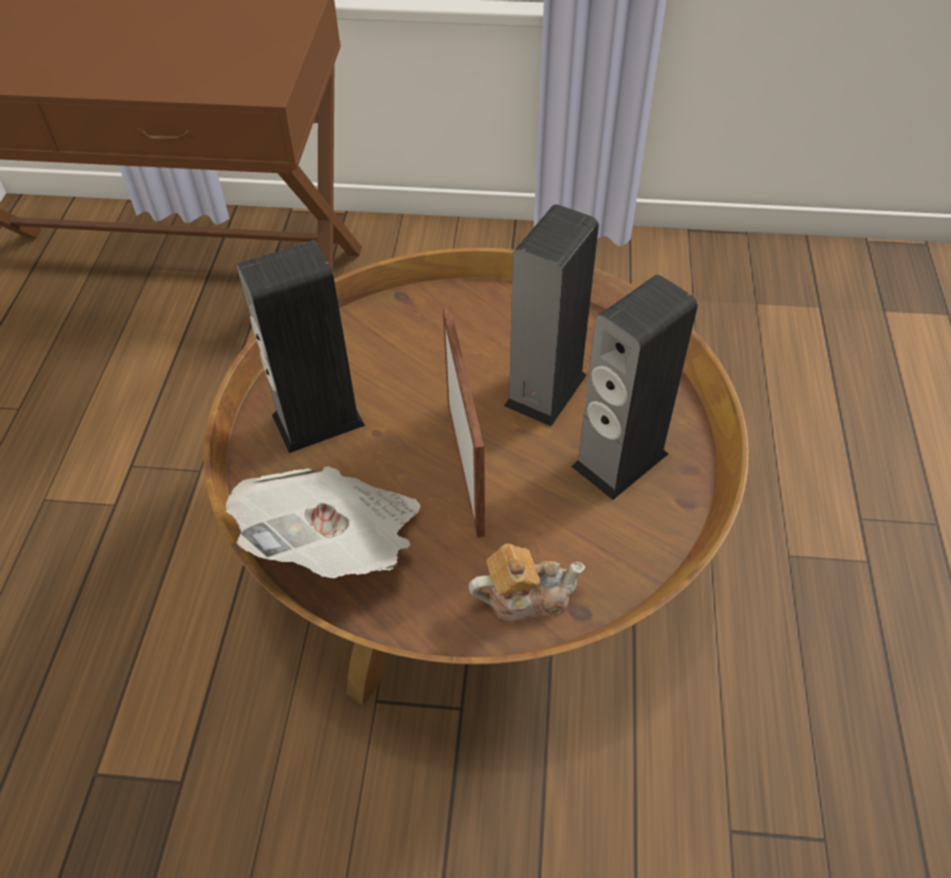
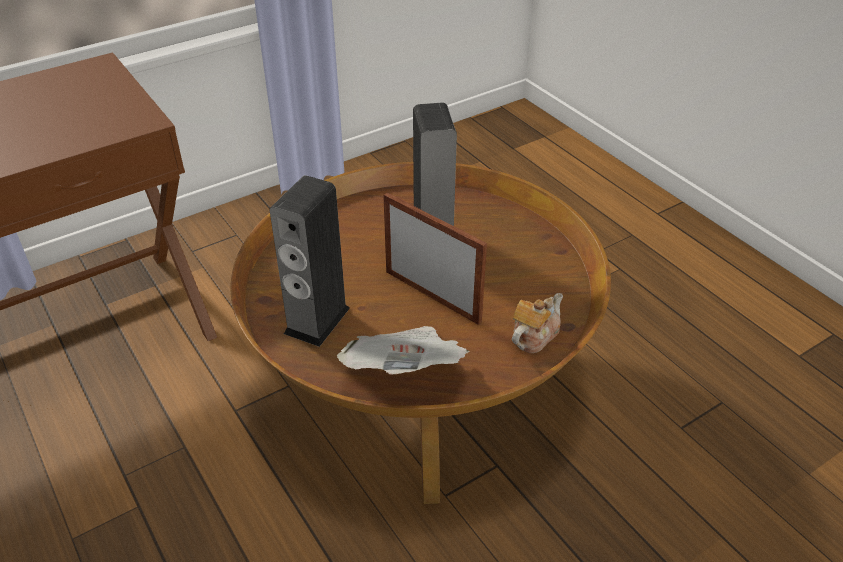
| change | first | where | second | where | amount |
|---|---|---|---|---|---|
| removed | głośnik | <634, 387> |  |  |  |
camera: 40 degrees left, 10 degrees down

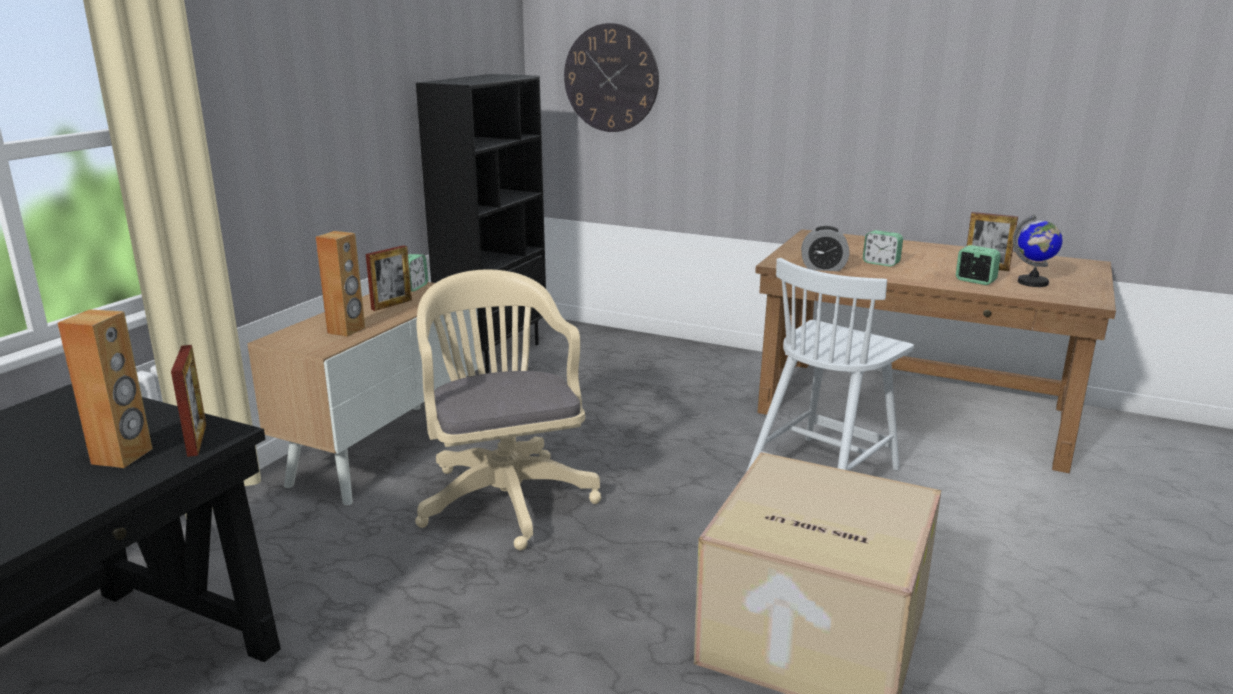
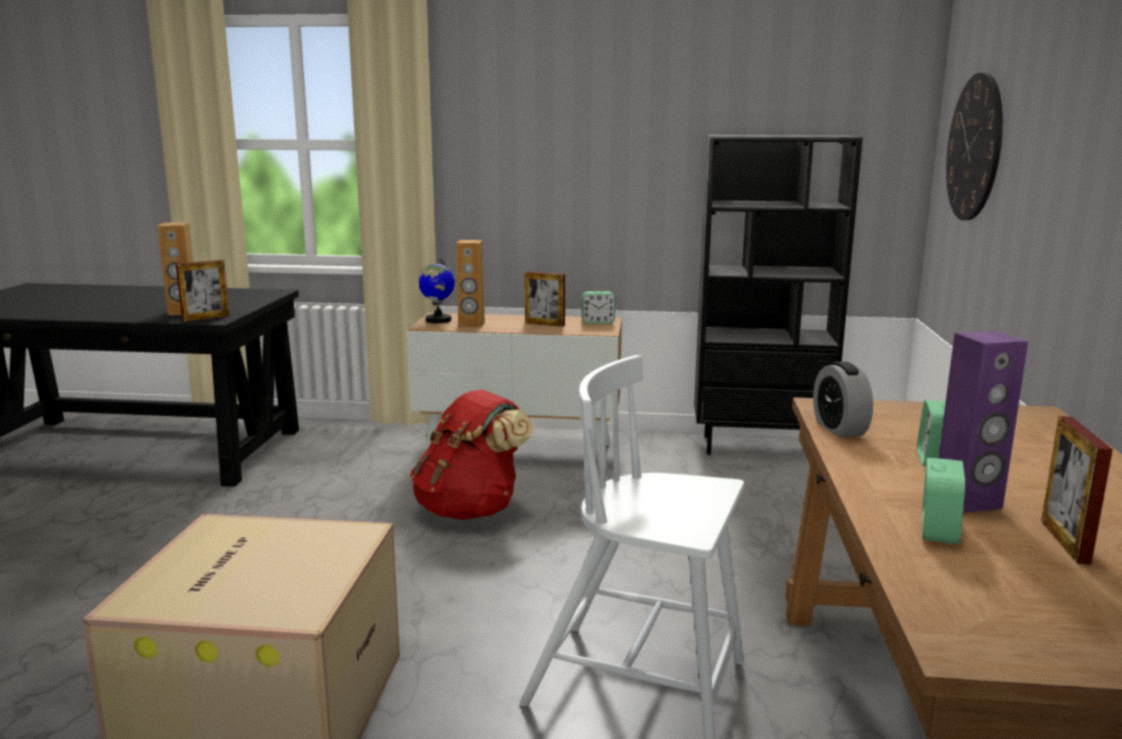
| change | first | where | second | where | amount |
|---|---|---|---|---|---|
| moved | globus | <1038, 250> |  | <436, 290> |  |
| replaced | krzesło biurowe (beżowy) | <508, 409> | plecak (czerwony) | <472, 454> |  |
| added |  |  | głośnik (fioletowy) | <983, 422> |  |
camera: 70 degrees right, 5 degrees down

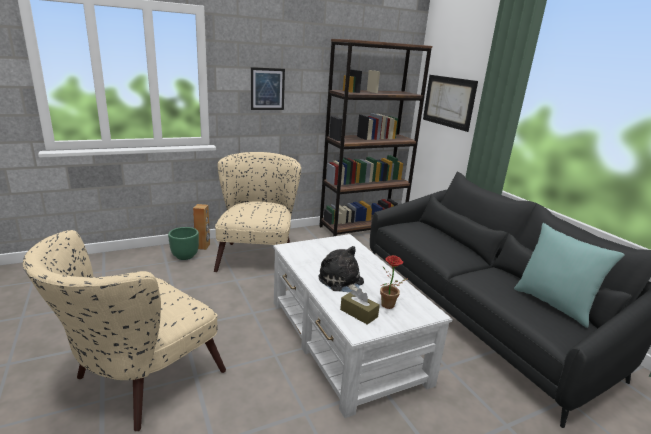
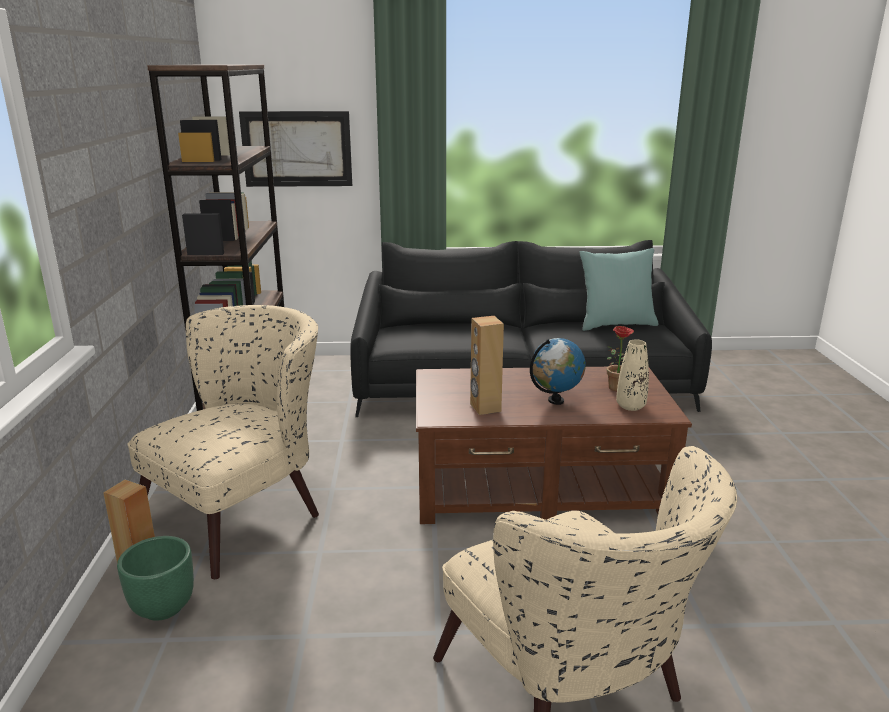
| change | first | where | second | where | amount |
|---|---|---|---|---|---|
| removed | obraz | <268, 88> |  |  |  |
| turned | fotel (beżowy) | <257, 212> |  | <223, 442> | 105 degrees clockwise |
| recoloured | ława (biały) | <363, 326> | ława (brązowy) | <554, 445> |  |
| replaced | pluszak | <341, 269> | globus | <558, 371> |  |
| replaced | pudełko chusteczek (brązowy) | <360, 306> | wazon (beżowy) | <632, 375> |  |
| added |  |  | głośnik (brązowy) | <487, 365> |  |
camera: 65 degrees left, 0 degrees up

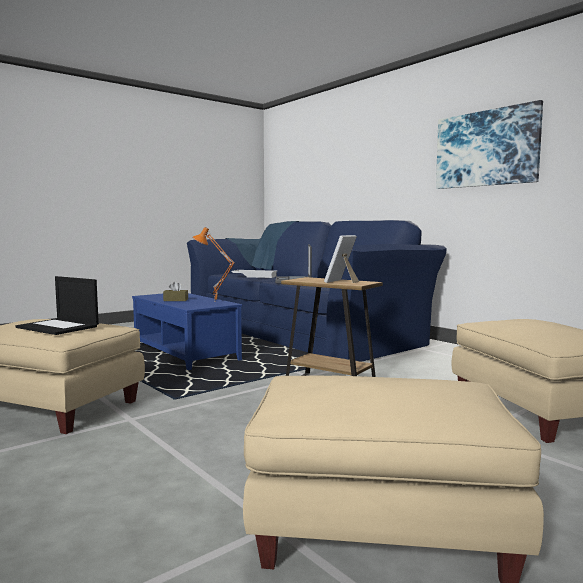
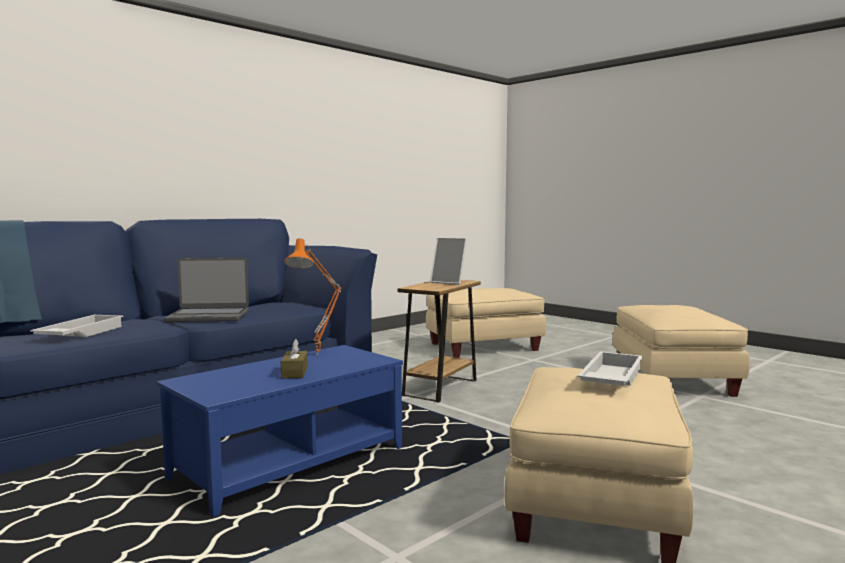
| change | first | where | second | where | amount |
|---|---|---|---|---|---|
| removed | obraz | <489, 144> |  |  |  |
| replaced | laptop | <57, 305> | taca (biały) | <610, 368> |  |
camera: 95 degrees left, 0 degrees up

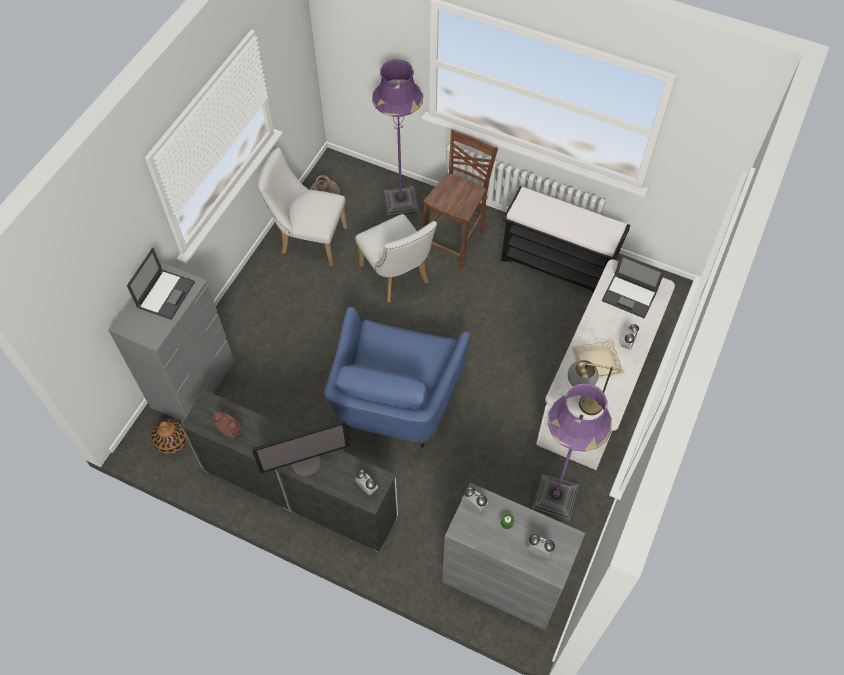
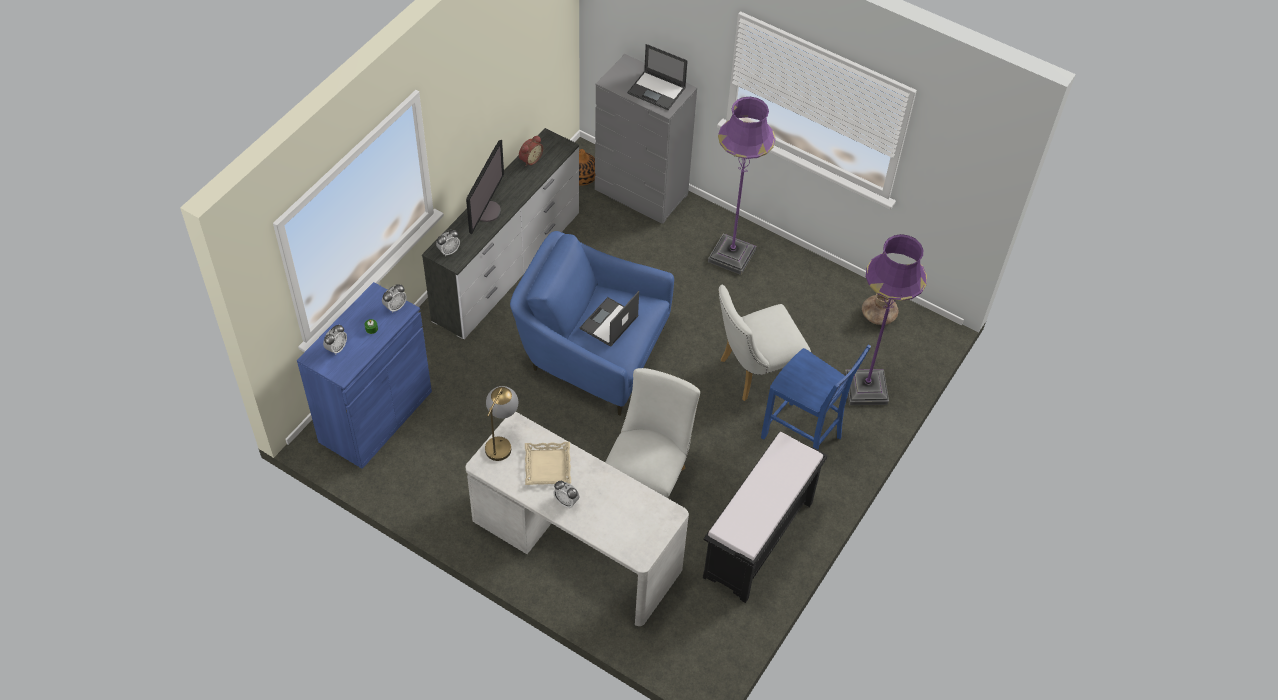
| change | first | where | second | where | amount |
|---|---|---|---|---|---|
| recoloured | krzesło (brązowy) | <460, 199> | krzesło (niebieski) | <816, 397> |  |
| moved | krzesło (biały) | <302, 206> |  | <652, 433> |  |
| moved | laptop | <633, 286> |  | <609, 319> |  |
| moved | lampa stojąca (fioletowy) | <572, 452> |  | <742, 186> |  |
| turned | monitor | <301, 449> |  | <485, 187> | 150 degrees counterclockwise |
| recoloured | szafka (szary) | <513, 556> | szafka (niebieski) | <364, 375> |  |
camera: 95 degrees right, 5 degrees down

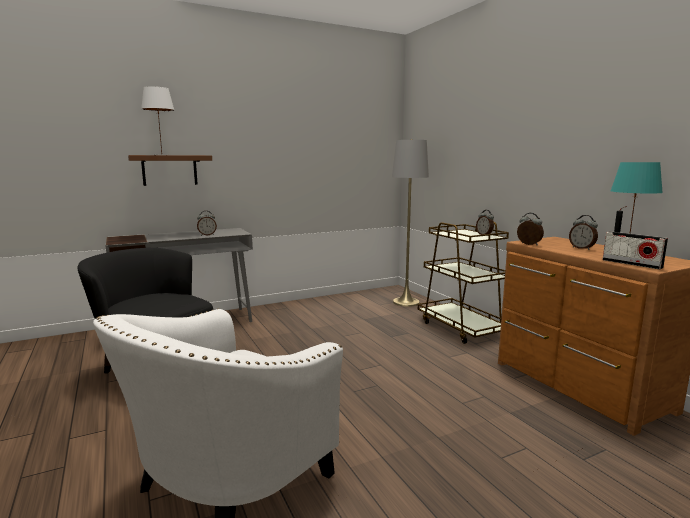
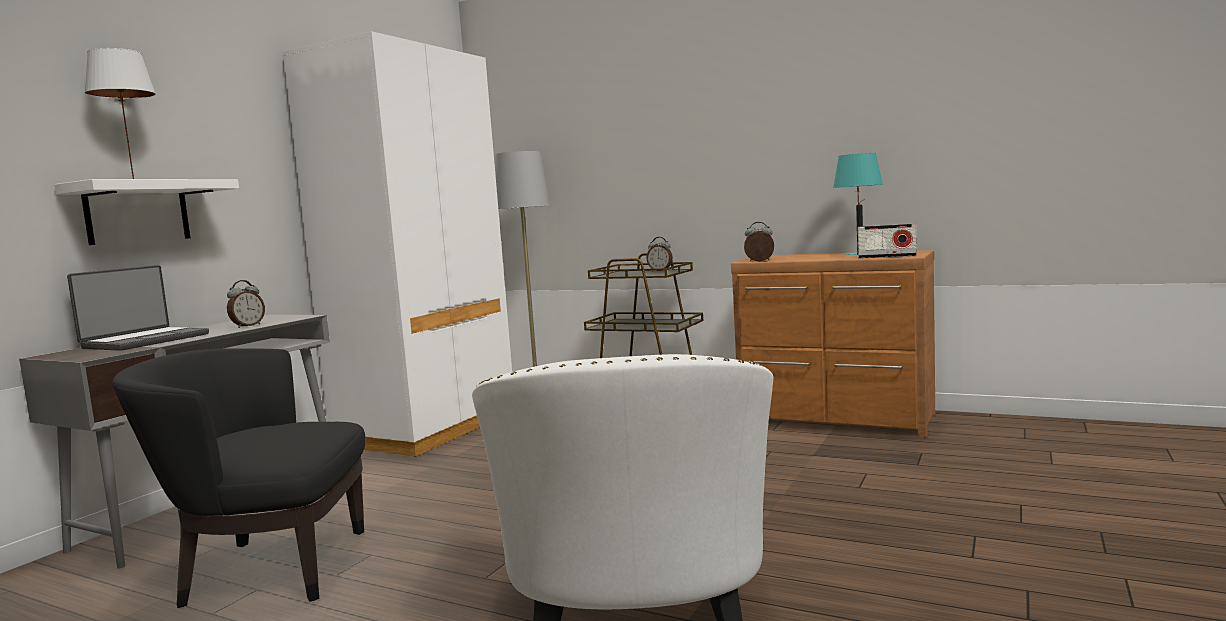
| change | first | where | second | where | amount |
|---|---|---|---|---|---|
| recoloured | półka (brązowy) | <170, 170> | półka (biały) | <146, 212> |  |
| removed | budzik | <583, 232> |  |  |  |
| added |  |  | szafa (biały) | <397, 244> |  |
| added |  |  | laptop | <138, 308> |  |
camera: 35 degrees left, 5 degrees down

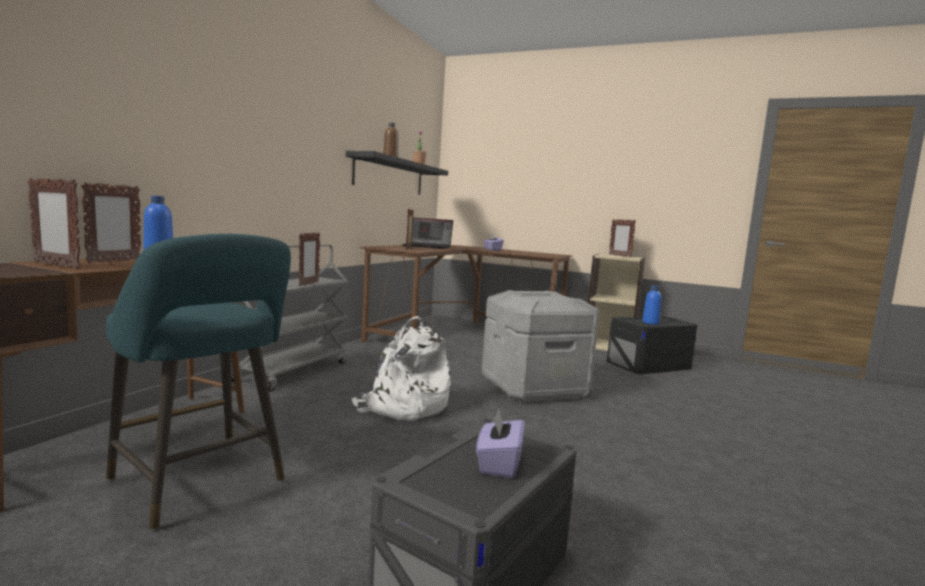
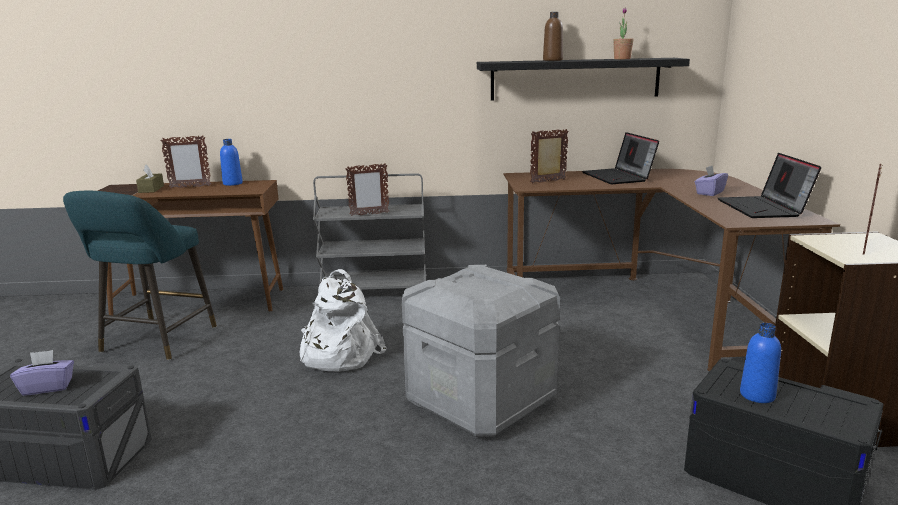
| change | first | where | second | where | amount |
|---|---|---|---|---|---|
| replaced | ramka na zdjęcie | <54, 223> | pudełko chusteczek (brązowy) | <150, 179> |  |
| added |  |  | laptop | <769, 185> |  |
camera: 65 degrees right, 10 degrees up

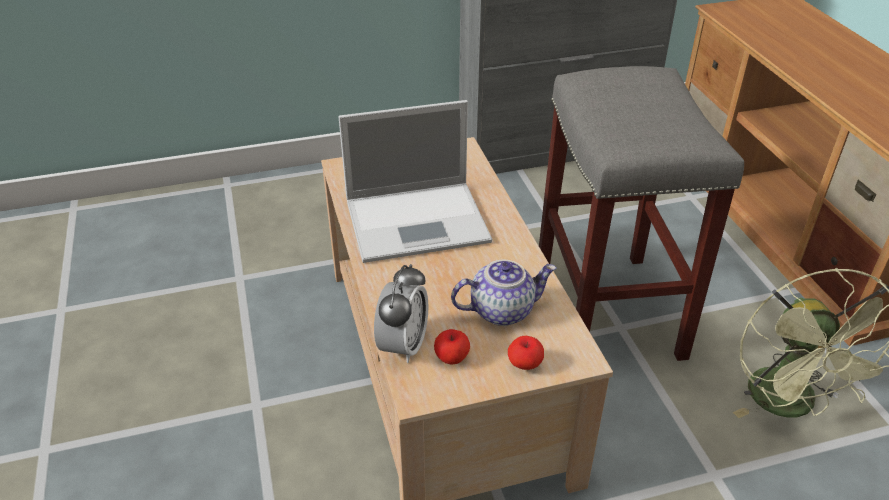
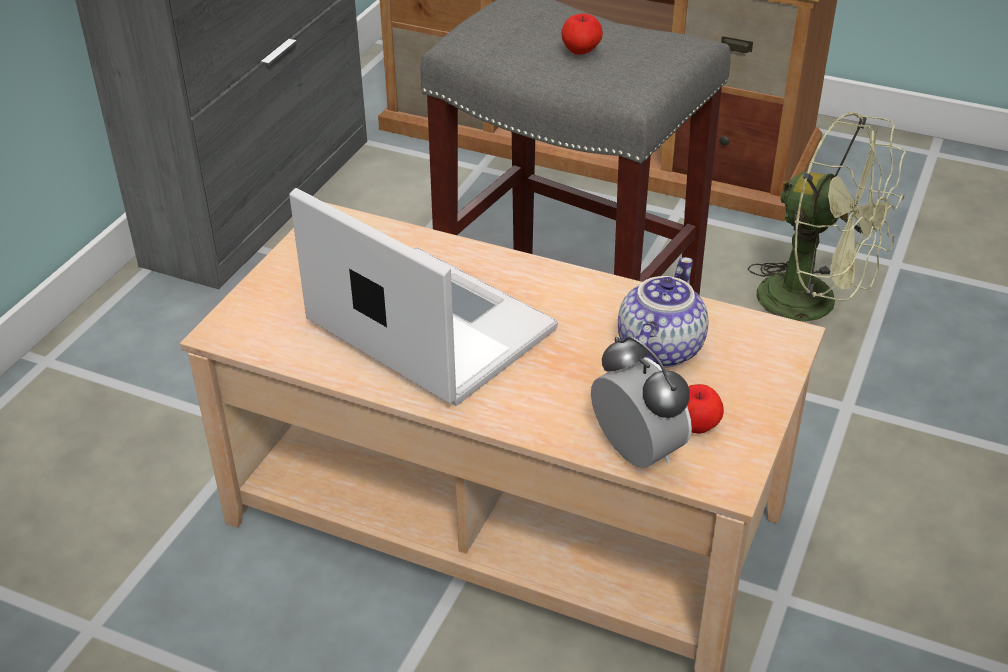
| change | first | where | second | where | amount |
|---|---|---|---|---|---|
| turned | laptop | <415, 181> |  | <423, 297> | 75 degrees counterclockwise |
| moved | jabłko | <526, 353> |  | <582, 34> |  |
camera: 50 degrees left, 0 degrees up

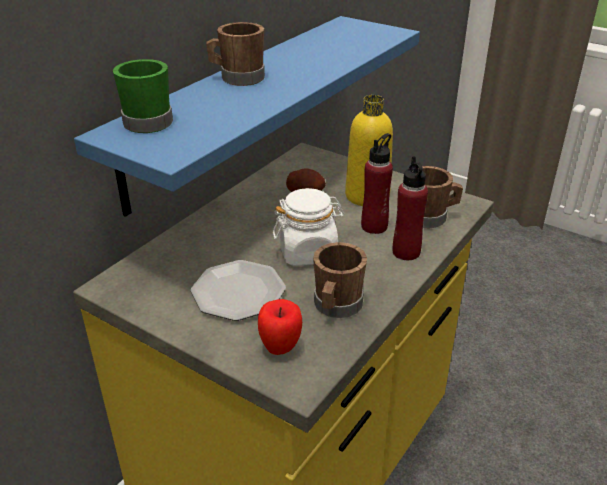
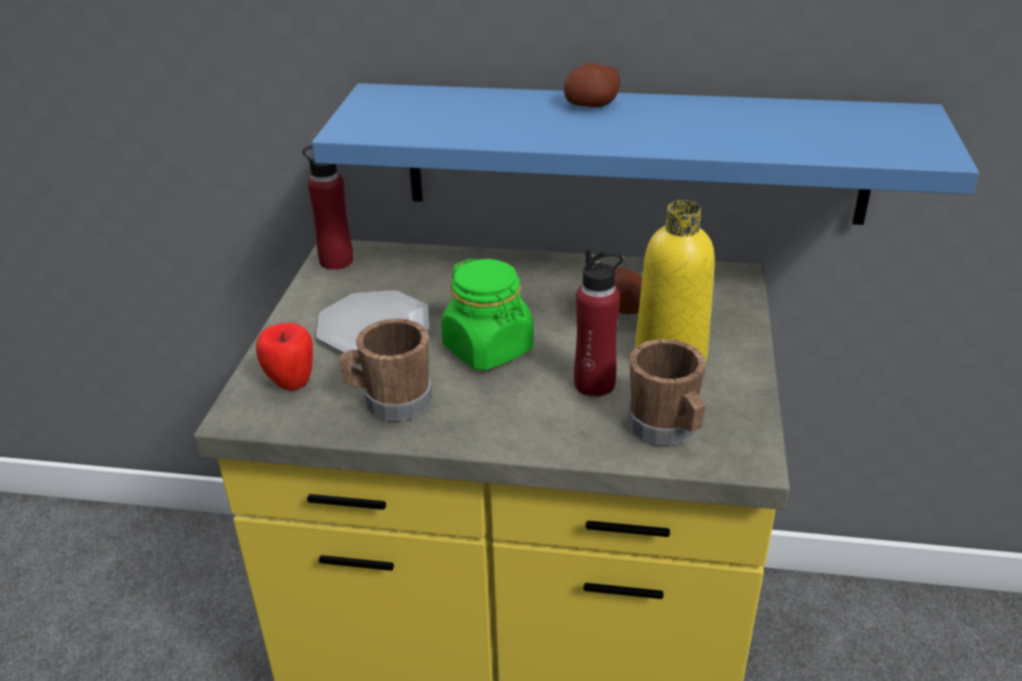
| change | first | where | second | where | amount |
|---|---|---|---|---|---|
| replaced | kubek (brązowy) | <235, 54> | ziemniak | <592, 85> |  |
| removed | kubek (zielony) | <143, 96> |  |  |  |
| moved | butelka (czerwony) | <410, 208> |  | <327, 207> |  |
| recoloured | słoik (biały) | <309, 227> | słoik (zielony) | <487, 314> |  |
camera: 65 degrees right, 0 degrees up

